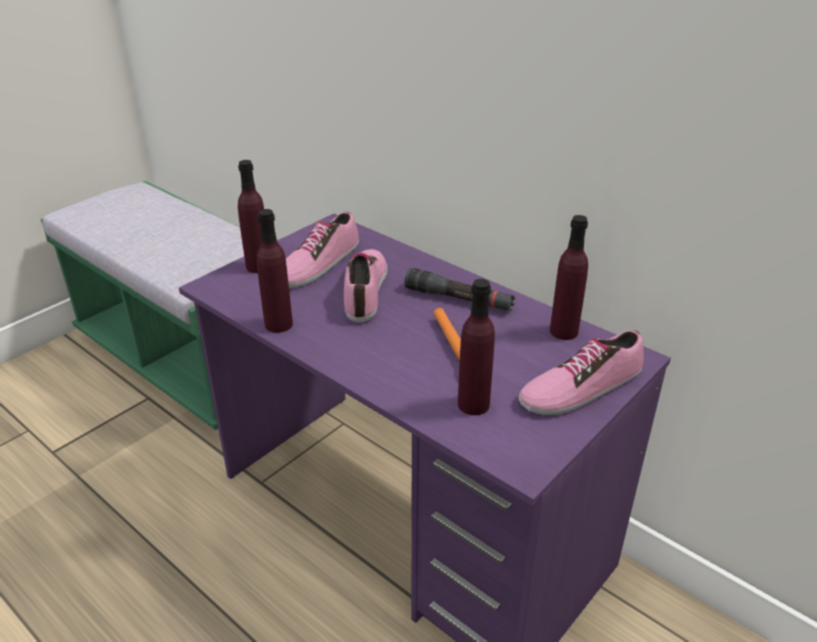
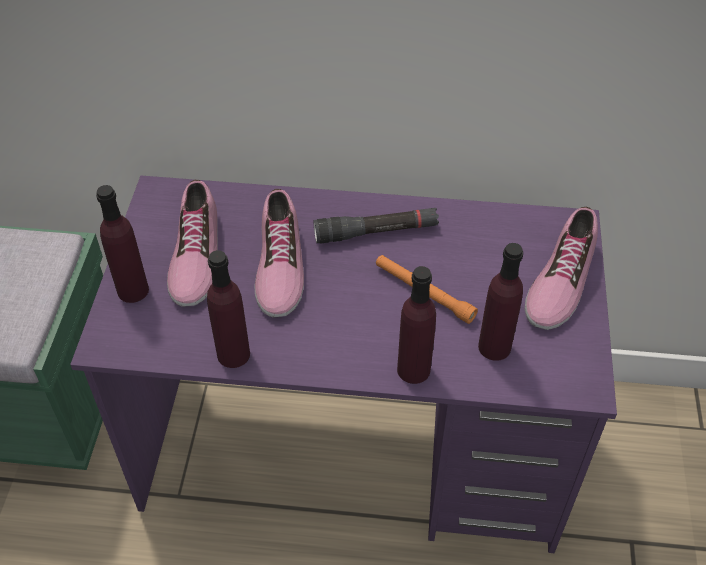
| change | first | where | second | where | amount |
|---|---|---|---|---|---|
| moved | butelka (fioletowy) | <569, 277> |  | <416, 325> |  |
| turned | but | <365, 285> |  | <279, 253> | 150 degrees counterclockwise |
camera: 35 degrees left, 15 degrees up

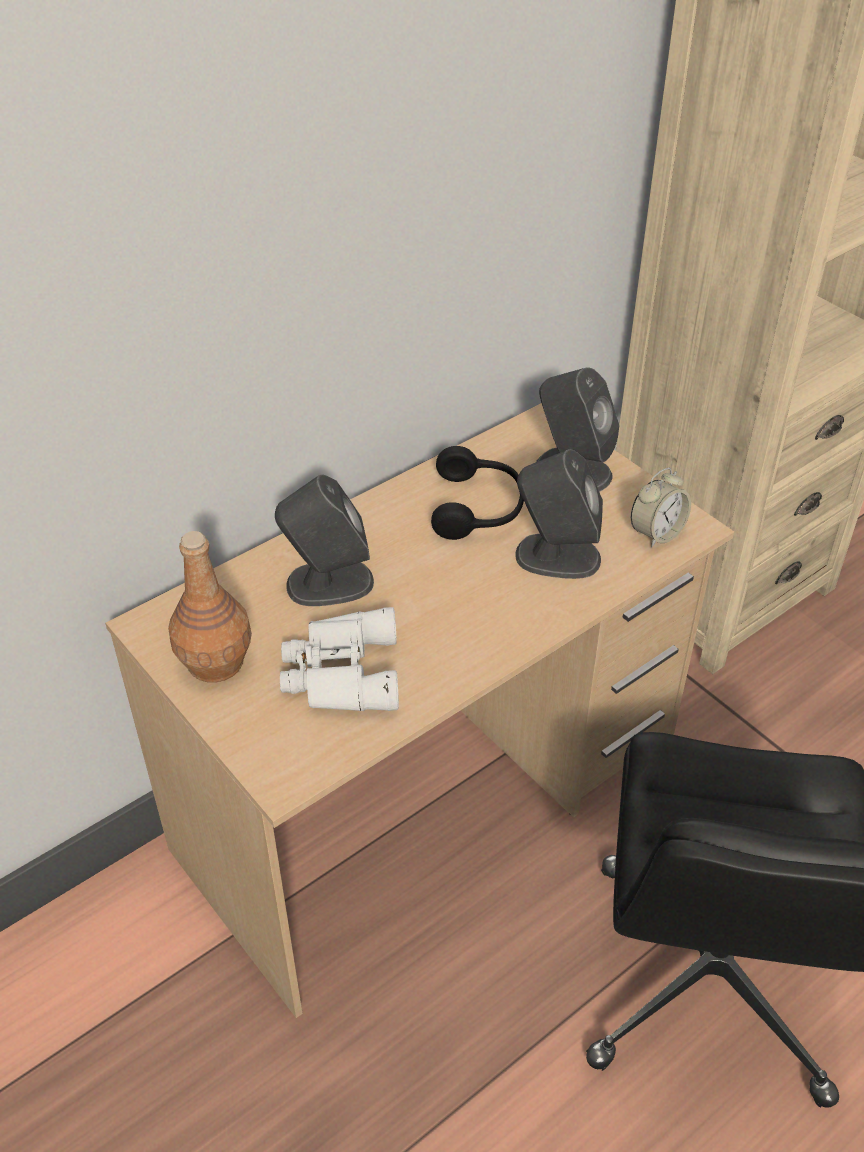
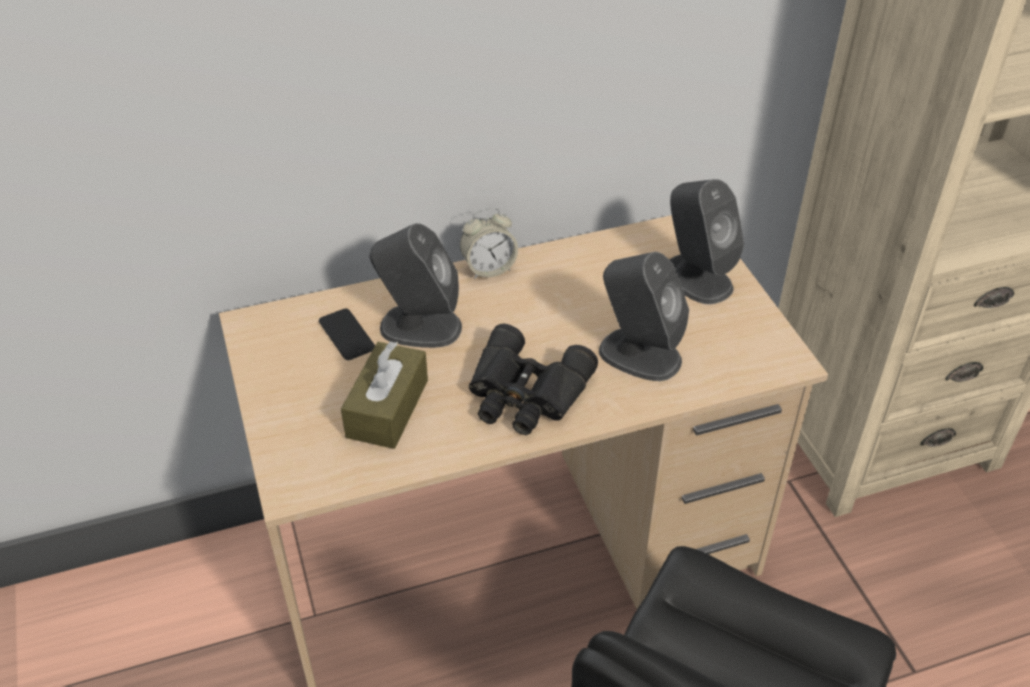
| change | first | where | second | where | amount |
|---|---|---|---|---|---|
| removed | słuchawki (czarny) | <477, 493> |  |  |  |
| moved | budzik | <661, 508> |  | <489, 243> |  |
| removed | butelka (brązowy) | <210, 606> |  |  |  |
| replaced | lornetka (biały) | <339, 659> | pudełko chusteczek (brązowy) | <384, 395> |  |
| added |  |  | telefon | <347, 334> |  |
| added |  |  | lornetka (czarny) | <533, 379> |  |
camera: 20 degrees right, 0 degrees up

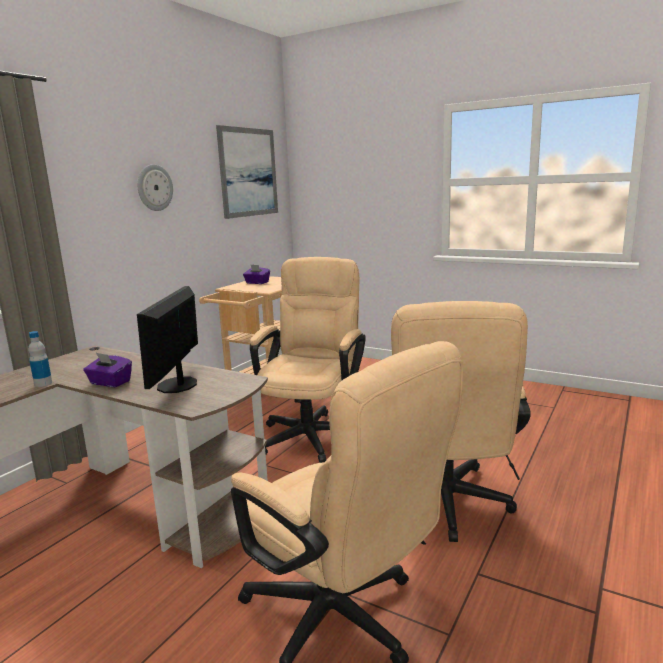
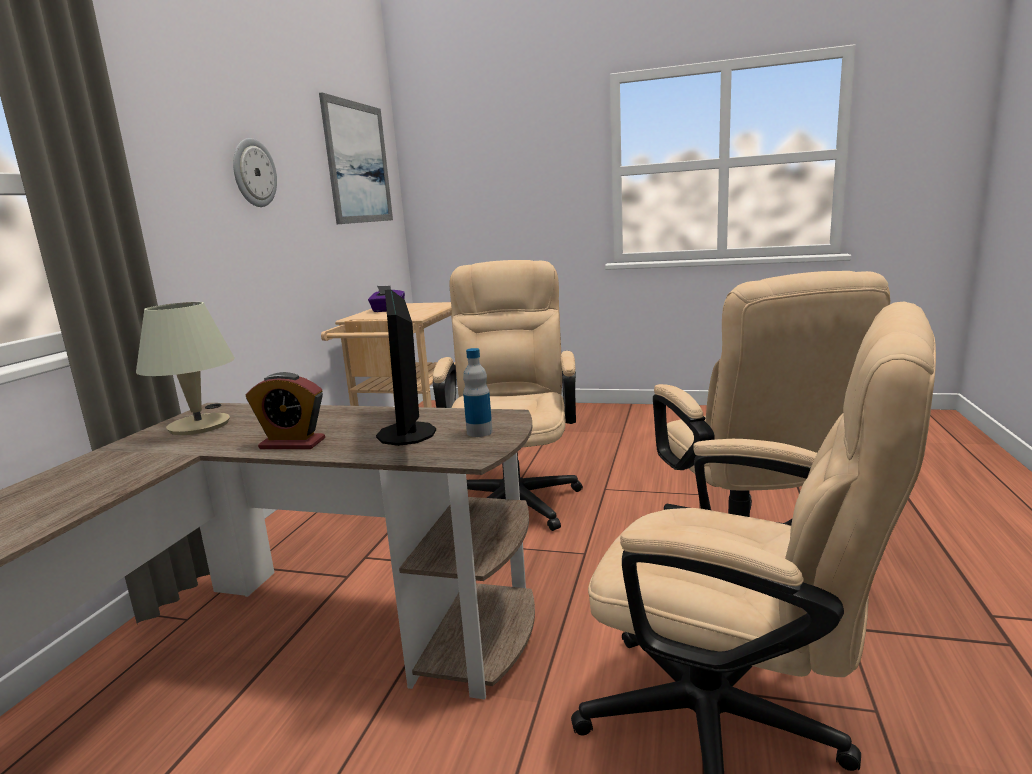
| change | first | where | second | where | amount |
|---|---|---|---|---|---|
| moved | butelka | <40, 359> |  | <477, 392> |  |
| replaced | pudełko chusteczek (fioletowy) | <107, 370> | budzik | <285, 410> |  |
| added |  |  | lampa stołowa (beżowy) | <185, 368> |  |
camera: 15 degrees left, 0 degrees up

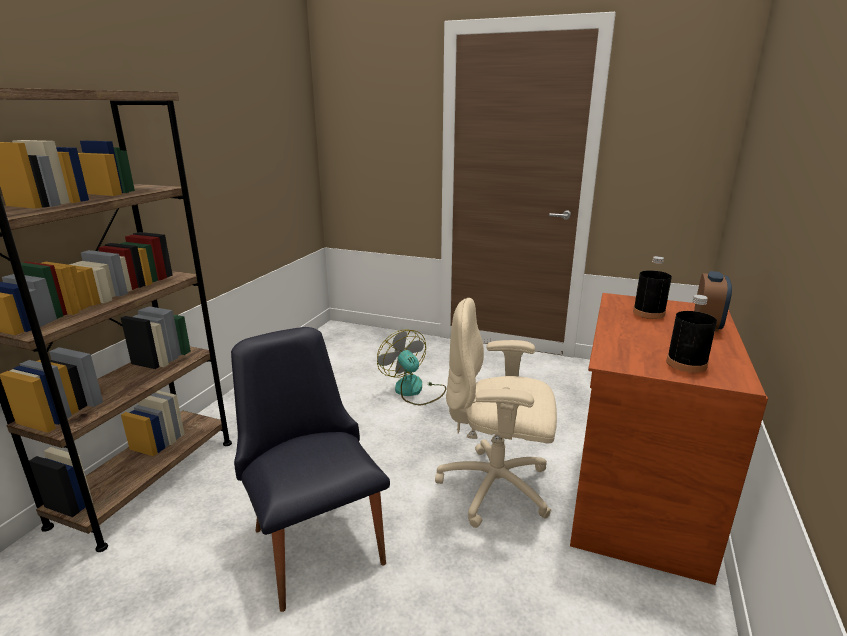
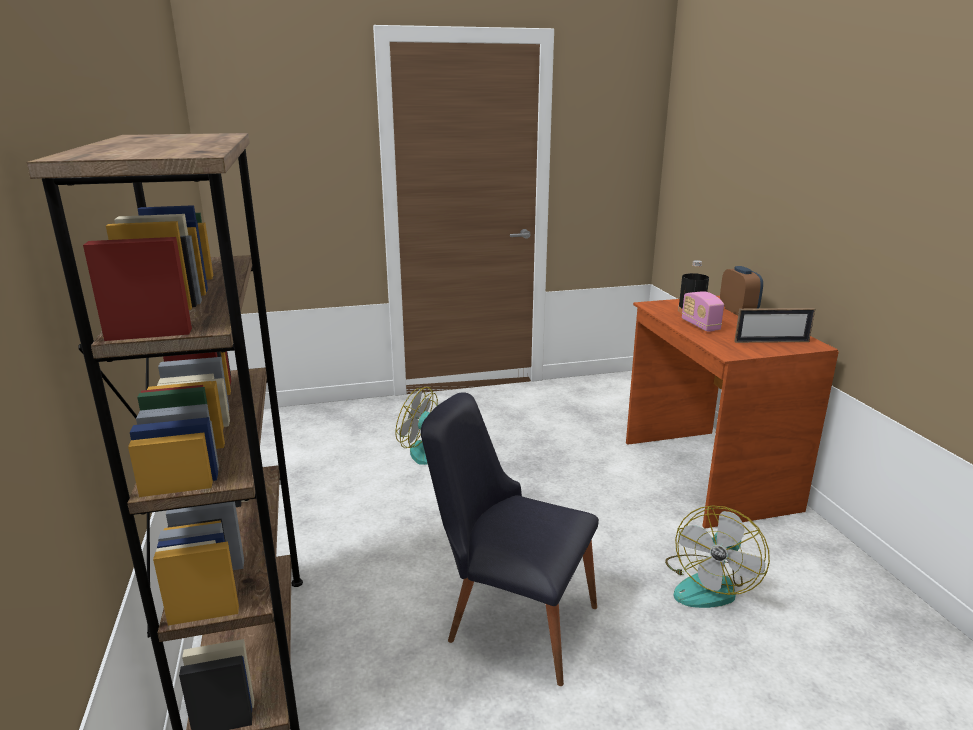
| change | first | where | second | where | amount |
|---|---|---|---|---|---|
| replaced | butelka (czarny) | <691, 334> | ramka na zdjęcie | <774, 325> |  |
| removed | krzesło biurowe (beżowy) | <496, 413> |  |  |  |
| added |  |  | radio | <703, 311> |  |
| added |  |  | wentylator | <717, 556> |  |
camera: 35 degrees left, 0 degrees up

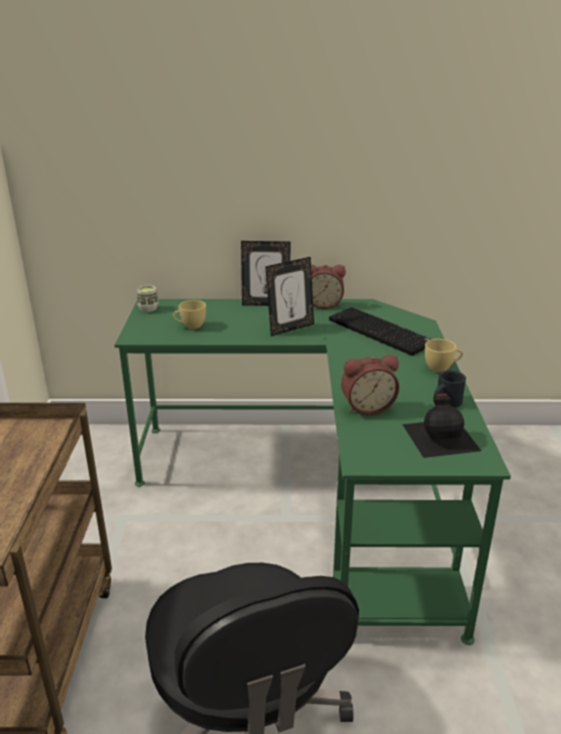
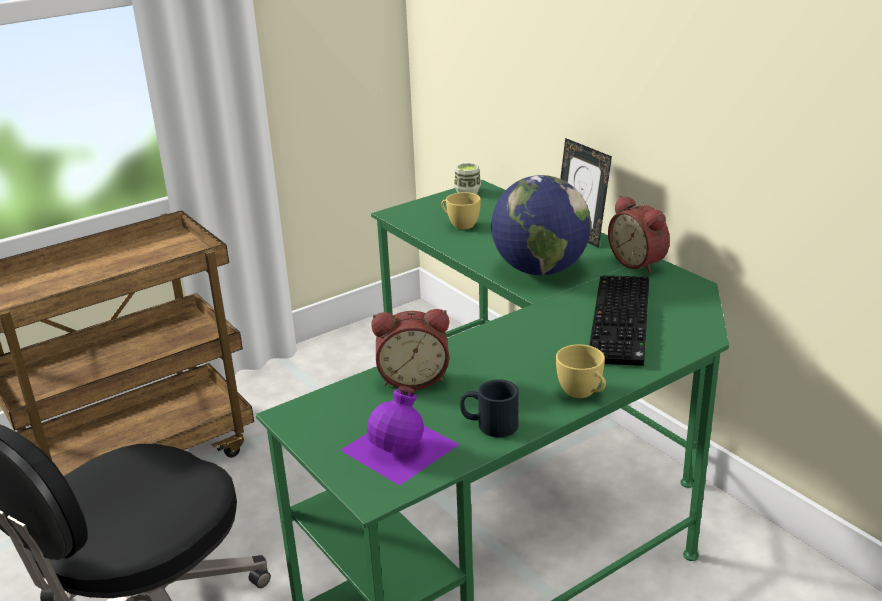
| change | first | where | second | where | amount |
|---|---|---|---|---|---|
| replaced | ramka na zdjęcie | <289, 296> | globus | <541, 225> |  |
| turned | budzik | <370, 385> |  | <410, 349> | 45 degrees counterclockwise |
| recoloured | butelka (czarny) | <441, 426> | butelka (fioletowy) | <400, 436> |  |
camera: 55 degrees right, 0 degrees up

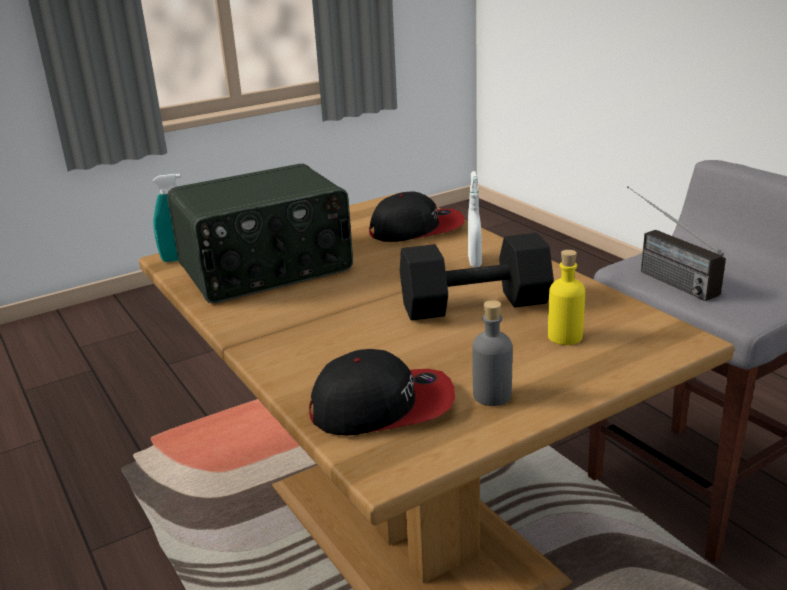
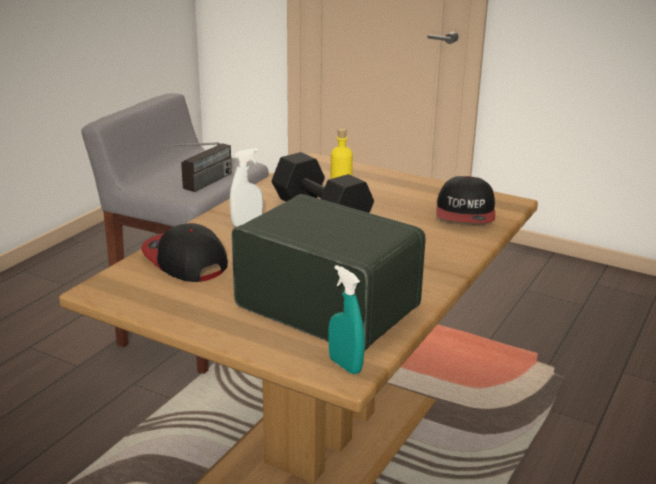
| change | first | where | second | where | amount |
|---|---|---|---|---|---|
| removed | butelka (szary) | <492, 353> |  |  |  |
| turned | czapka z daszkiem | <382, 392> |  | <465, 199> | 135 degrees counterclockwise |
camera: 120 degrees left, 0 degrees up

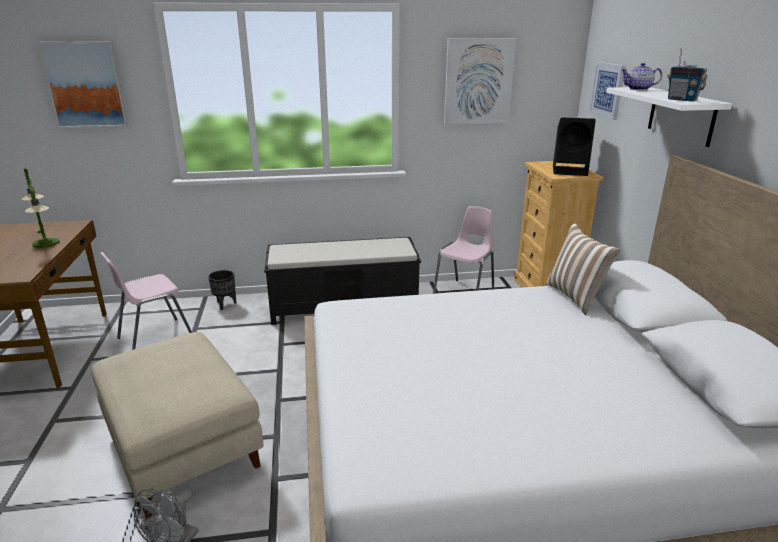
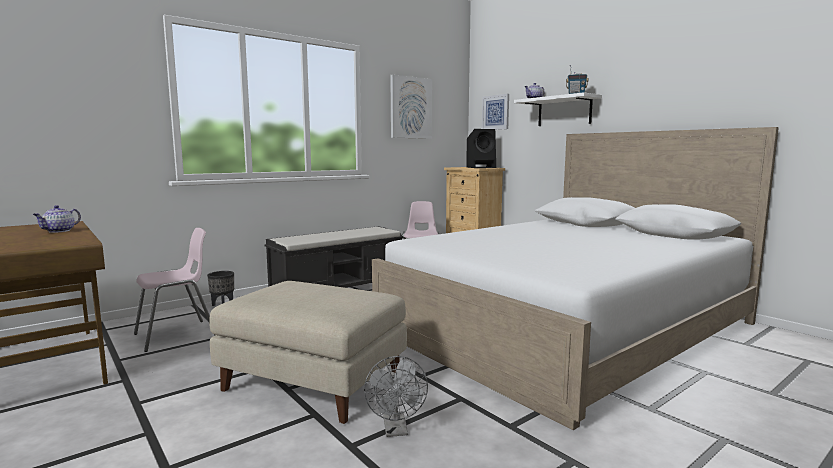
| change | first | where | second | where | amount |
|---|---|---|---|---|---|
| removed | obraz | <83, 84> |  |  |  |
| replaced | lampa stołowa | <40, 208> | imbryk | <56, 219> |  |
| removed | poduszka | <583, 269> |  |  |  |
| turned | krzesło (różowy) | <146, 301> |  | <174, 290> | 150 degrees counterclockwise |
camera: 30 degrees left, 15 degrees down

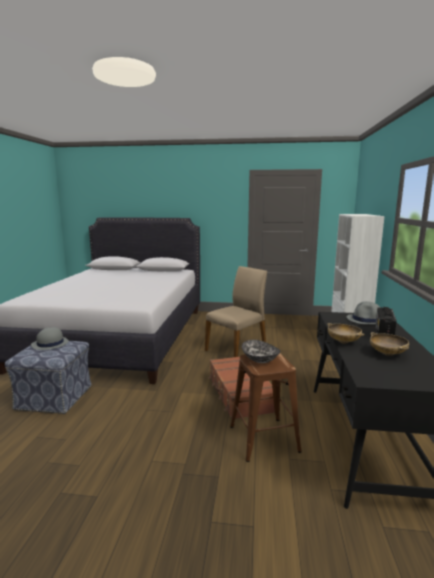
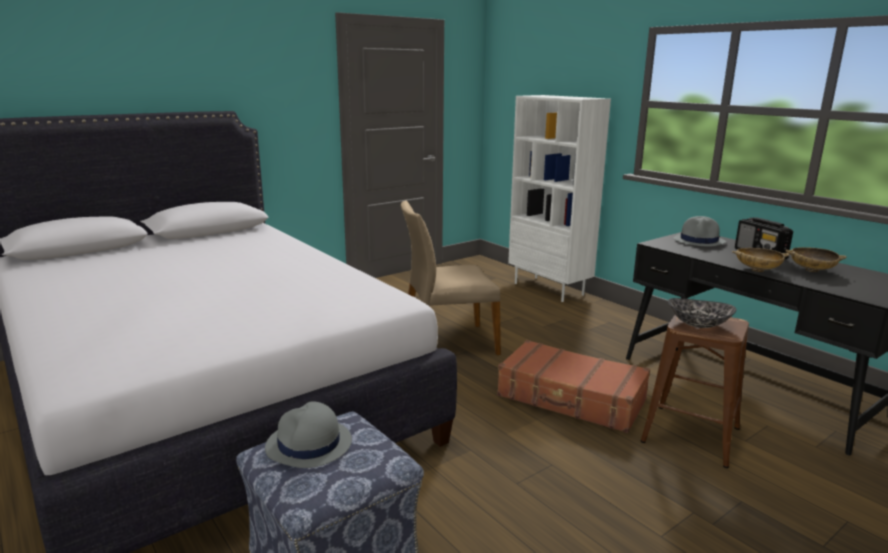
| change | first | where | second | where | amount |
|---|---|---|---|---|---|
| turned | krzesło (beżowy) | <236, 311> |  | <451, 277> | 105 degrees counterclockwise |
camera: 45 degrees left, 5 degrees up

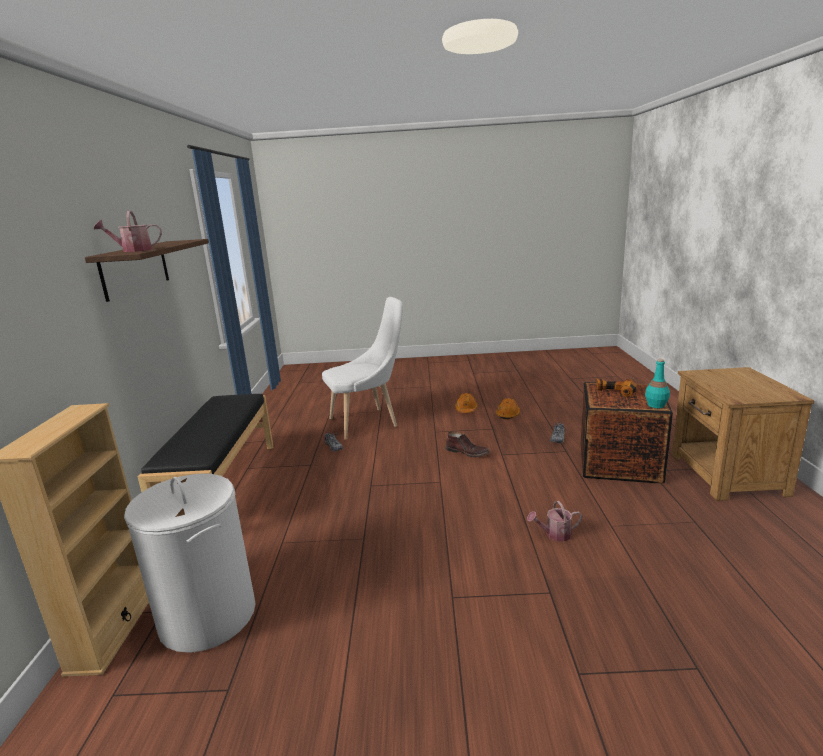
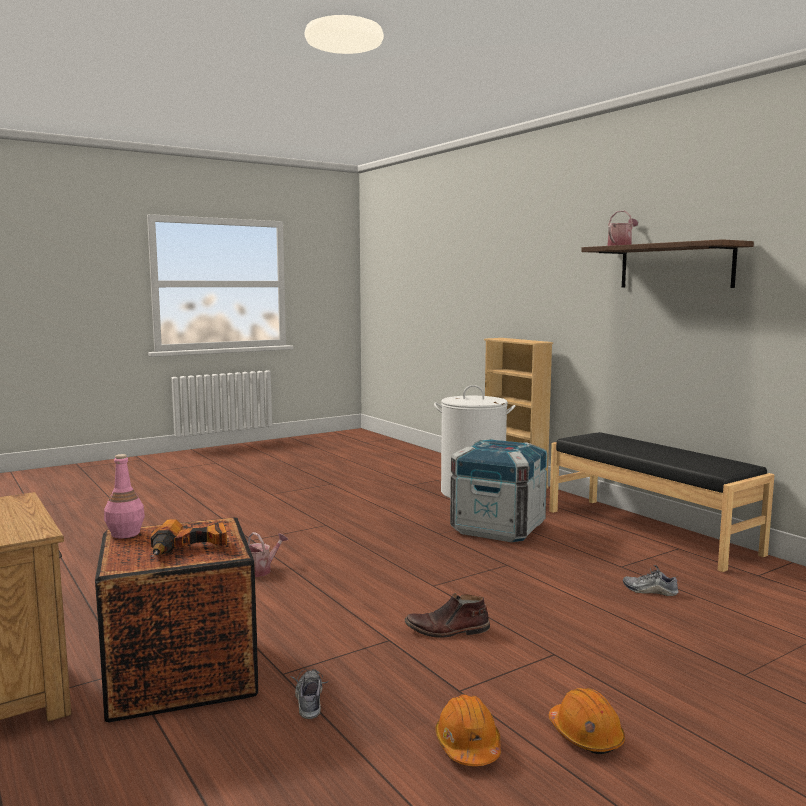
| change | first | where | second | where | amount |
|---|---|---|---|---|---|
| removed | krzesło (biały) | <362, 368> |  |  |  |
| recoloured | butelka (turkusowy) | <657, 383> | butelka (różowy) | <124, 496> |  |
| added |  |  | skrzynka | <499, 490> |  |
camera: 145 degrees right, 10 degrees down

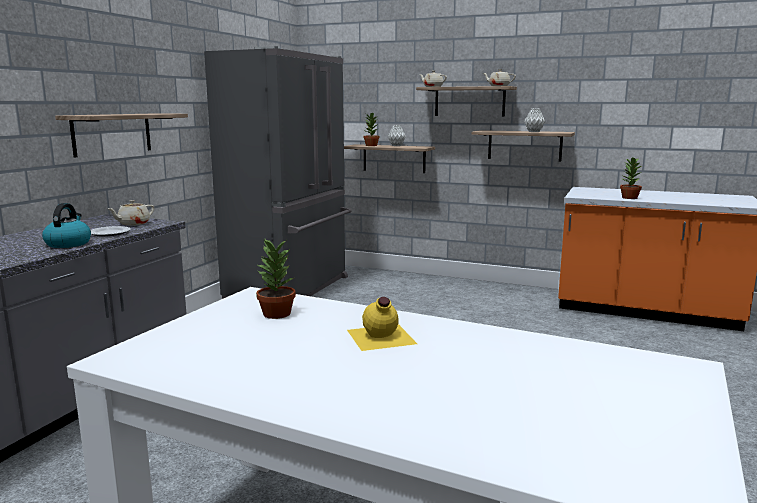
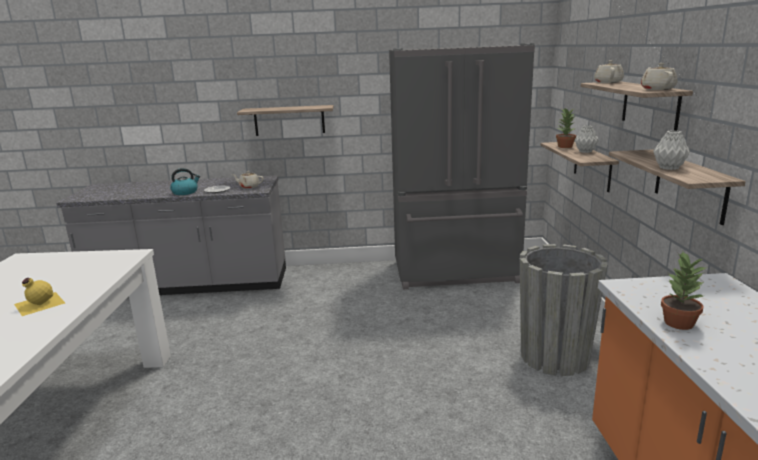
| change | first | where | second | where | amount |
|---|---|---|---|---|---|
| removed | roślina doniczkowa | <276, 279> |  |  |  |
| added |  |  | donica (szary) | <564, 310> |  |
camera: 65 degrees right, 5 degrees up

